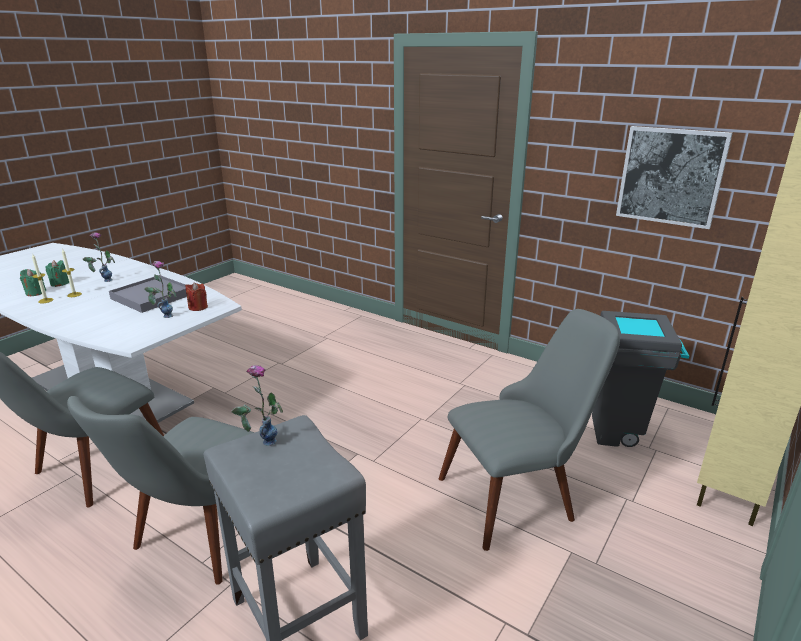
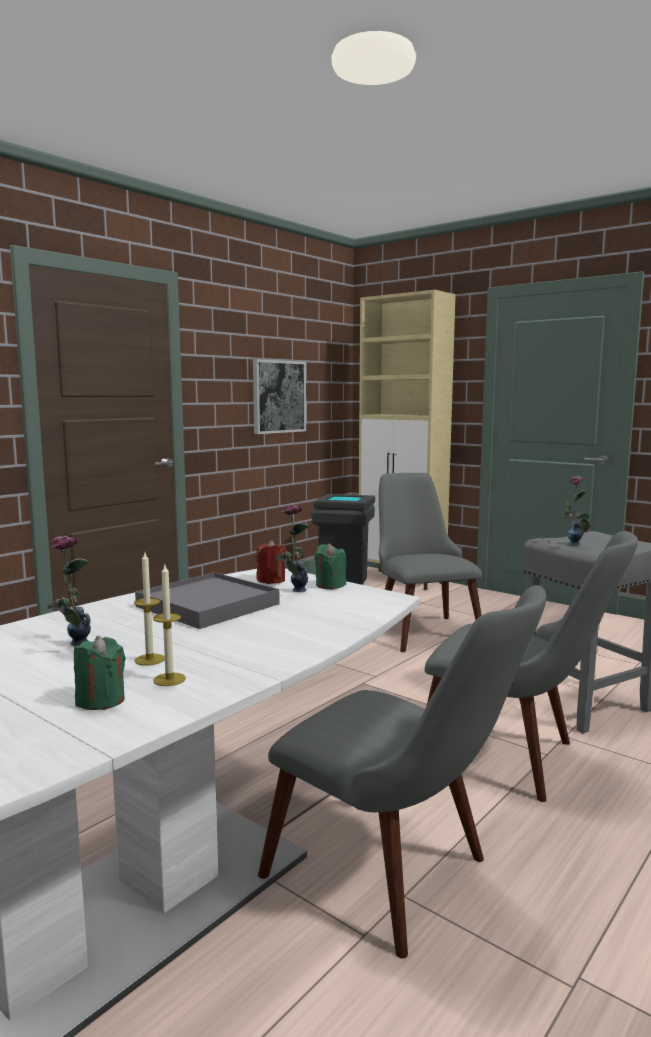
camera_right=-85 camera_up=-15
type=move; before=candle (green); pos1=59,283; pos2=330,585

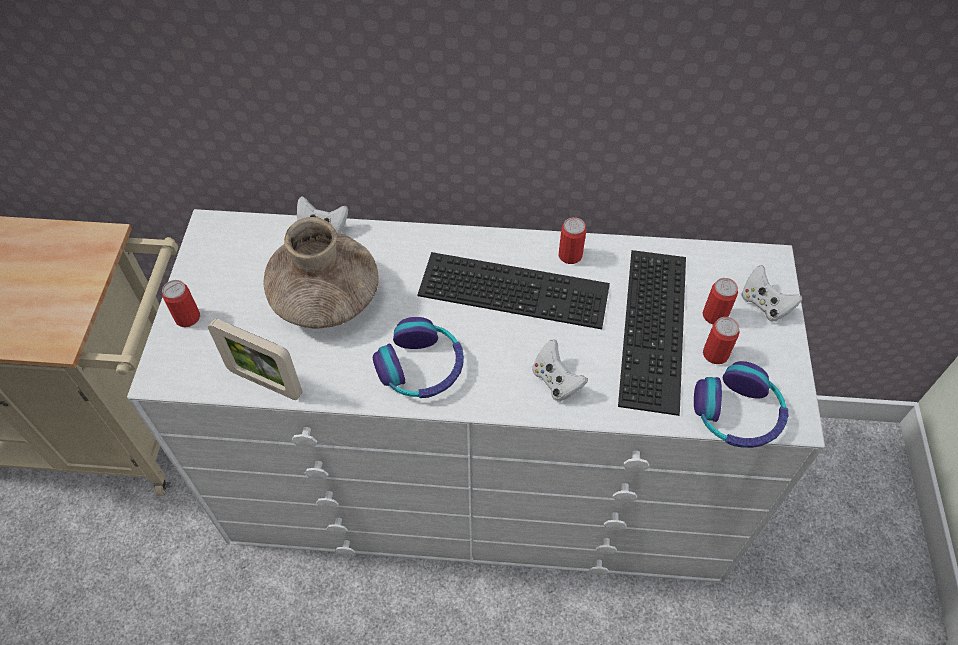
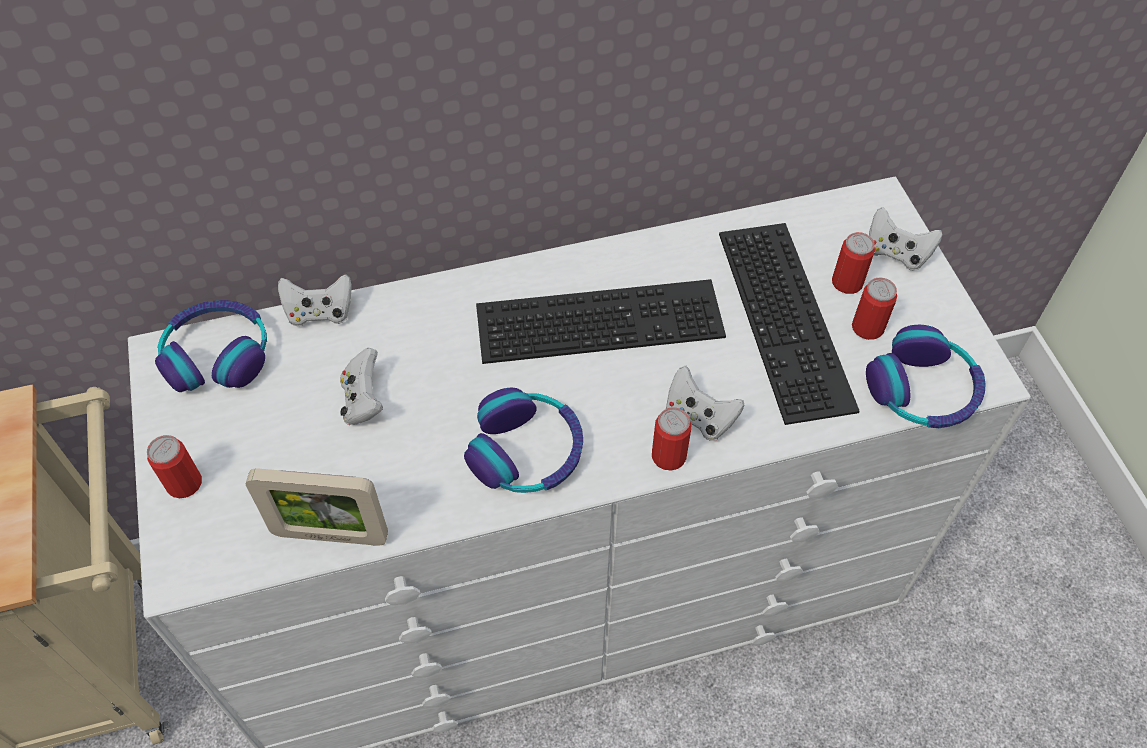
camera_right=-20 camera_up=0
type=replace; before=vase (brown); after=game controller (white); pos1=326,298; pos2=363,401
type=move; before=can; pos1=570,255; pos2=669,456
type=insert; after=headphones; pos2=217,355

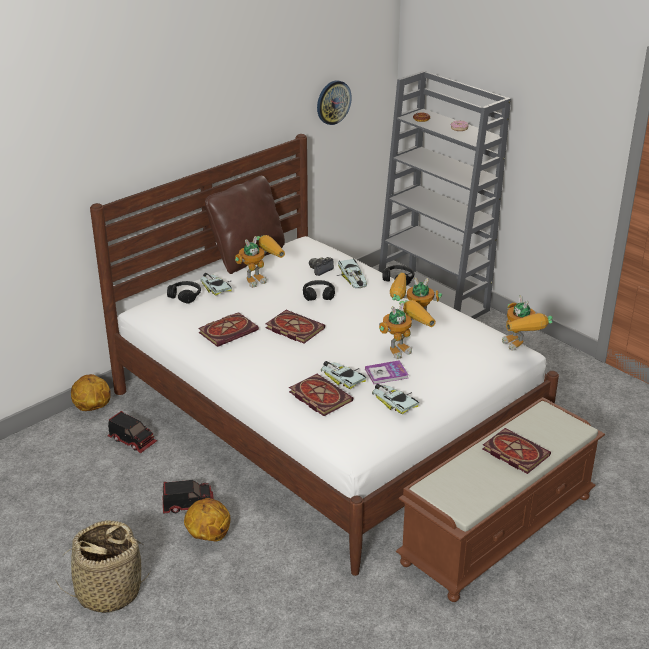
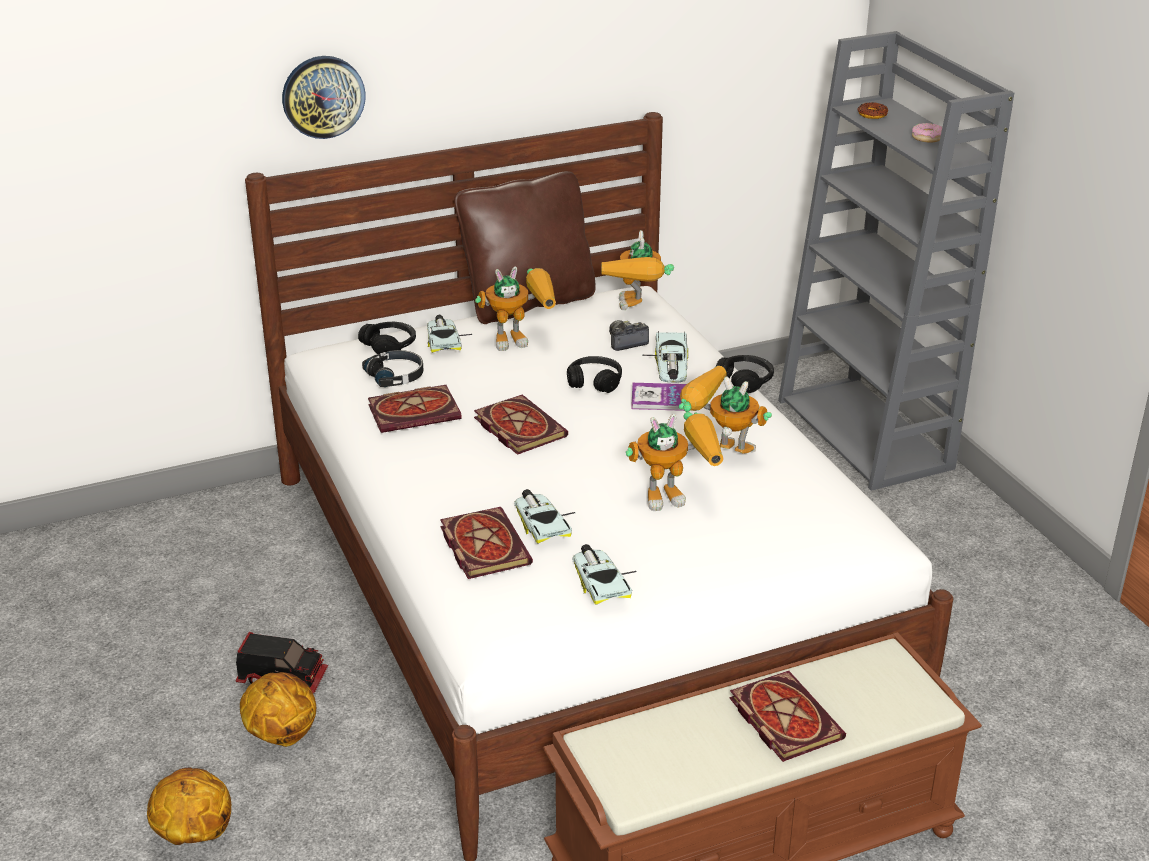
camera_right=20 camera_up=0
type=delete; before=basket; pos1=108,591
type=move; before=basketball; pos1=92,408; pos2=193,835
type=delete; before=toy truck; pos1=132,440
type=move; before=wall clock; pos1=333,102; pos2=323,96
type=move; before=book; pos1=386,373; pos2=660,399
type=move; before=toy robot; pos1=521,348; pos2=637,309
type=insert; after=headphones (black); pos2=396,375

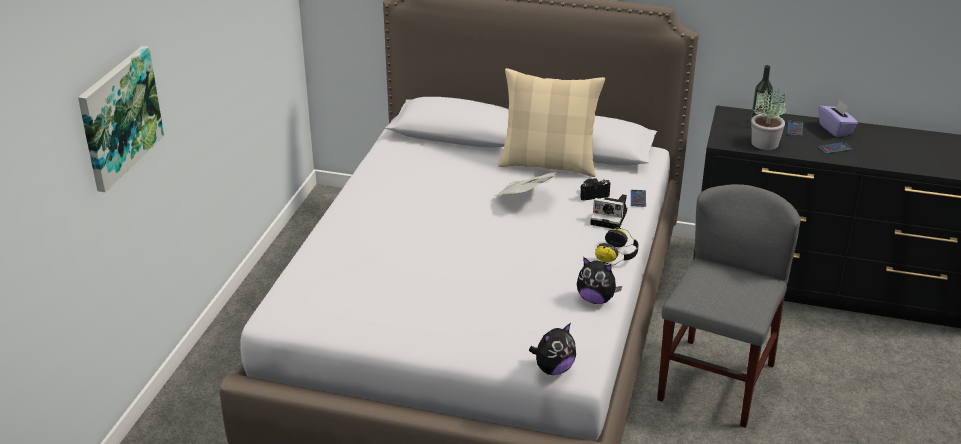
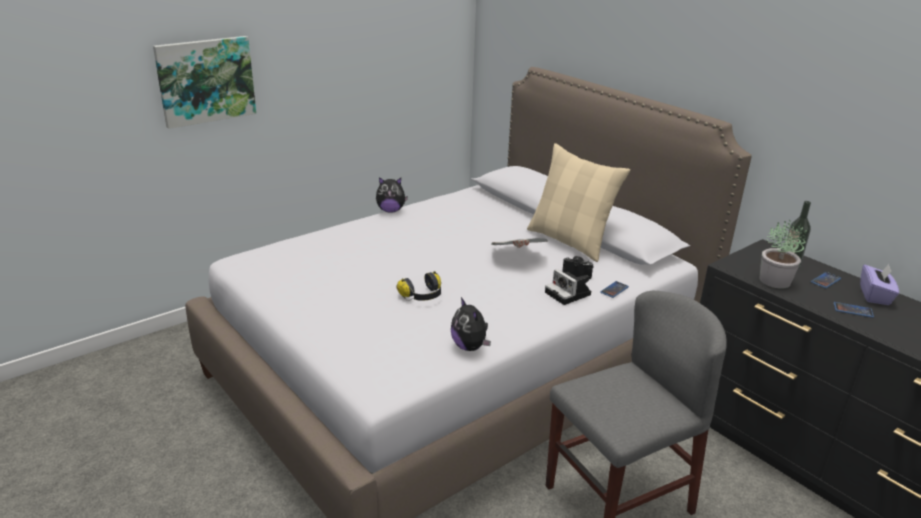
camera_right=35 camera_up=-5
type=move; before=plush toy; pos1=553,369; pos2=391,210
type=move; before=headphones; pos1=618,255; pos2=422,296

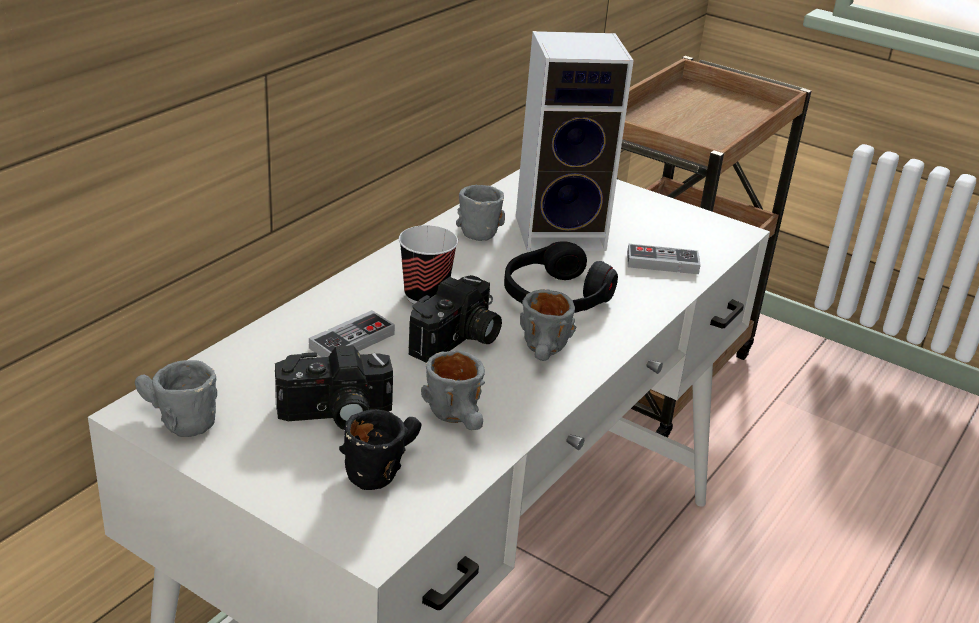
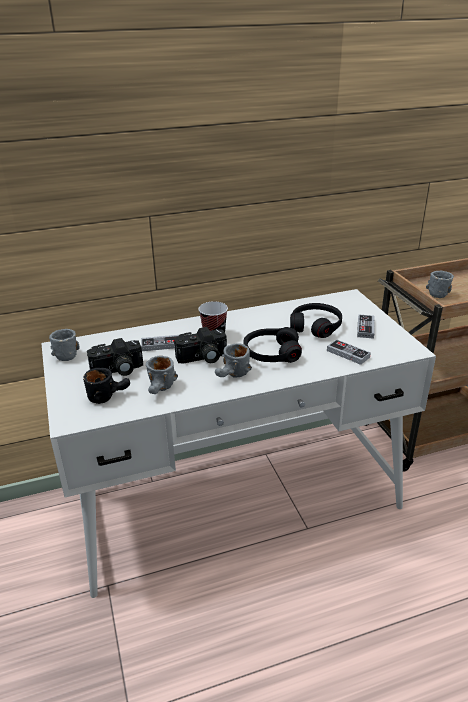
camera_right=40 camera_up=0
type=rotate; before=photo camera; pos1=335,415; pos2=117,370; turn=-45
type=move; before=mug (grey); pos1=474,227; pos2=438,292
type=replace; before=speaker; after=headphones (black); pos1=563,232; pos2=315,326
type=insert; after=game controller; pos2=365,328

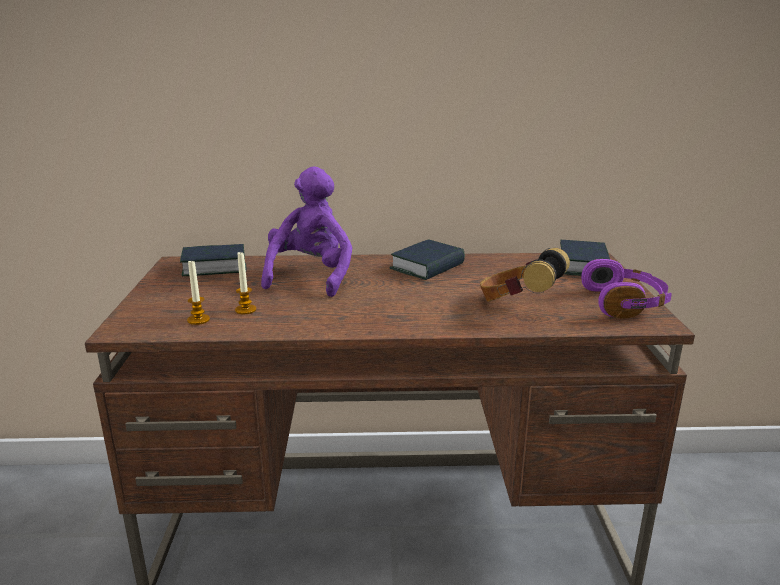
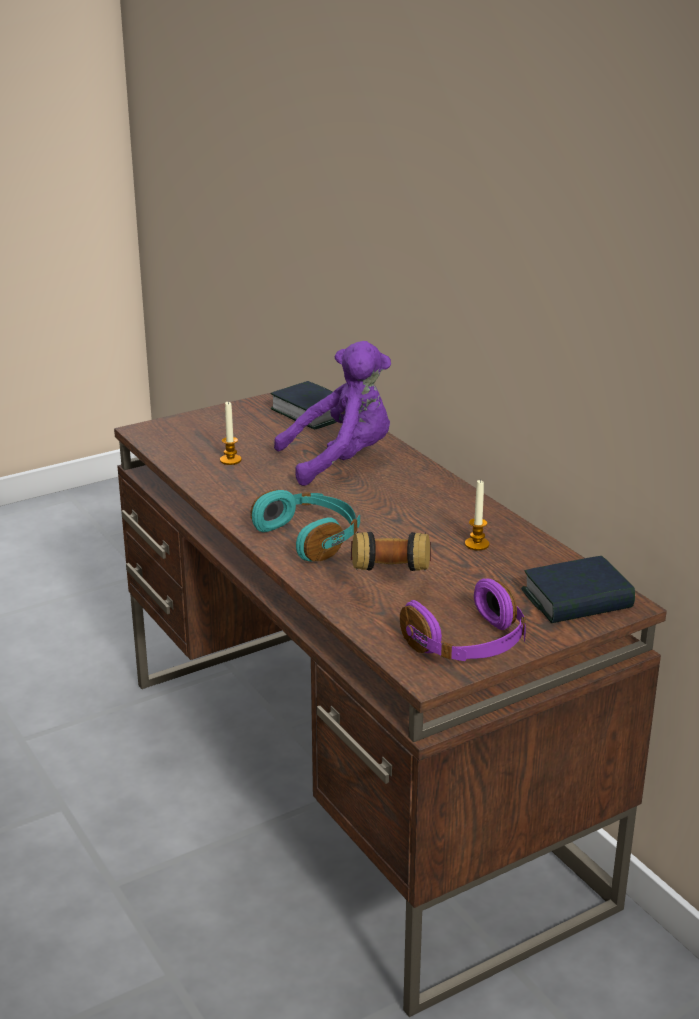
camera_right=60 camera_up=5
type=move; before=candle; pos1=198,320; pos2=477,544
type=delete; before=book; pos1=427,267
type=insert; after=headphones (turquoise); pos2=310,538

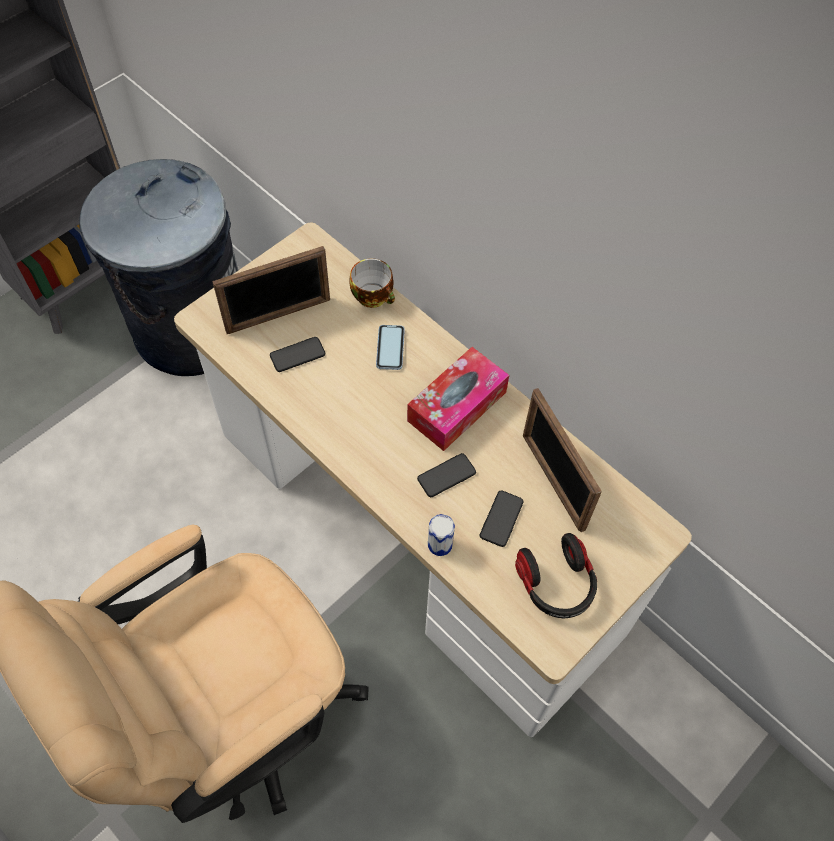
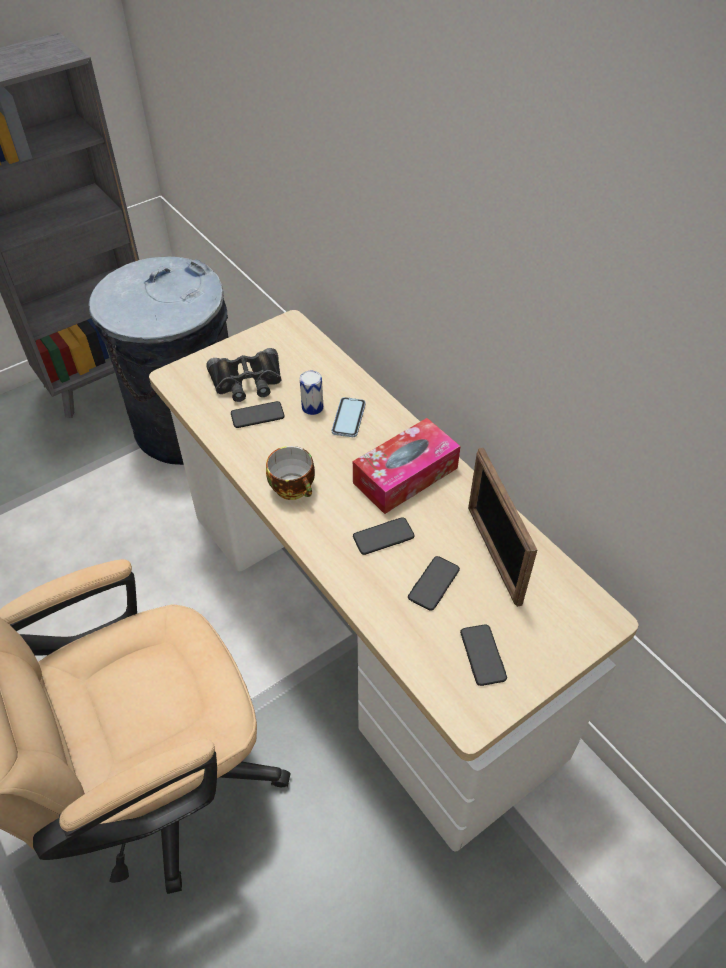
camera_right=10 camera_up=-10
type=replace; before=picture frame; after=binoculars (black); pos1=278,316; pos2=247,381
type=move; before=cup; pos1=374,296; pos2=294,488
type=move; before=can; pos1=440,544; pos2=312,407
type=replace; before=headphones; after=phone; pos1=556,585; pos2=482,655

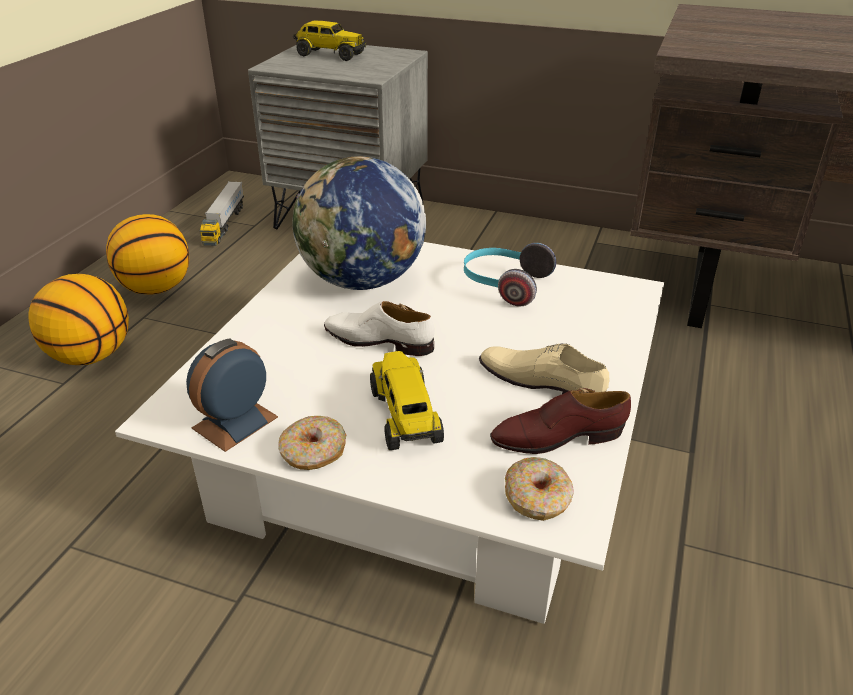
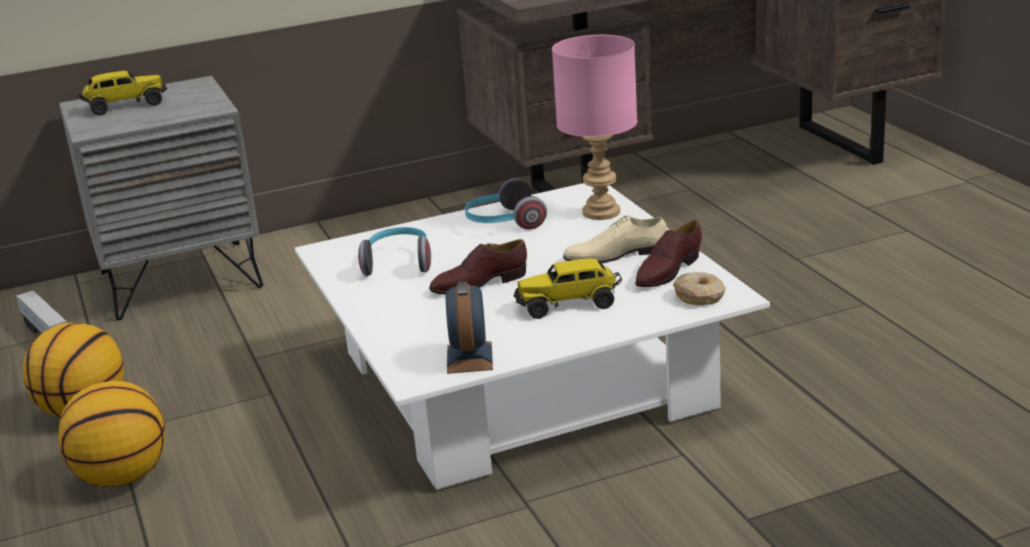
camera_right=-40 camera_up=-10
type=delete; before=donut; pos1=313,452
type=replace; before=globe; after=headphones; pos1=362,281; pos2=399,263
type=recolor; before=shoe (white); after=shoe (brown); pos1=379,341; pos2=479,284
type=rotate; before=toy truck; pos1=405,416; pos2=568,304; turn=-45
type=insert; after=table lamp (pink); pos2=599,212

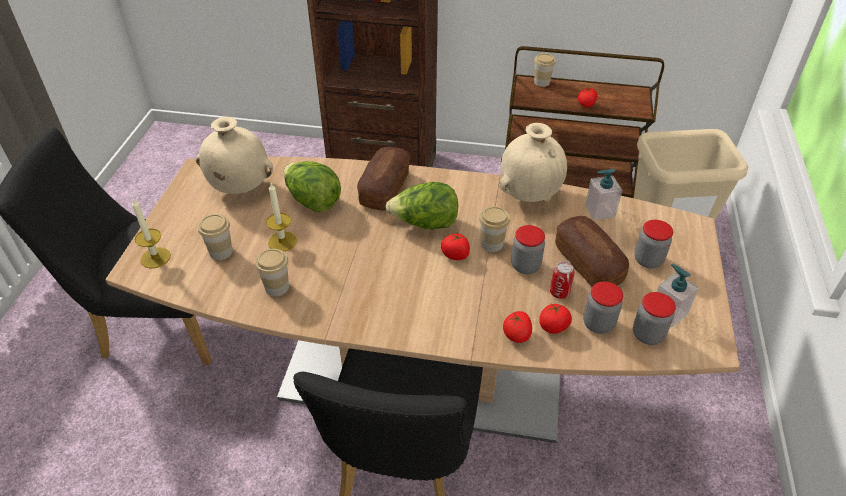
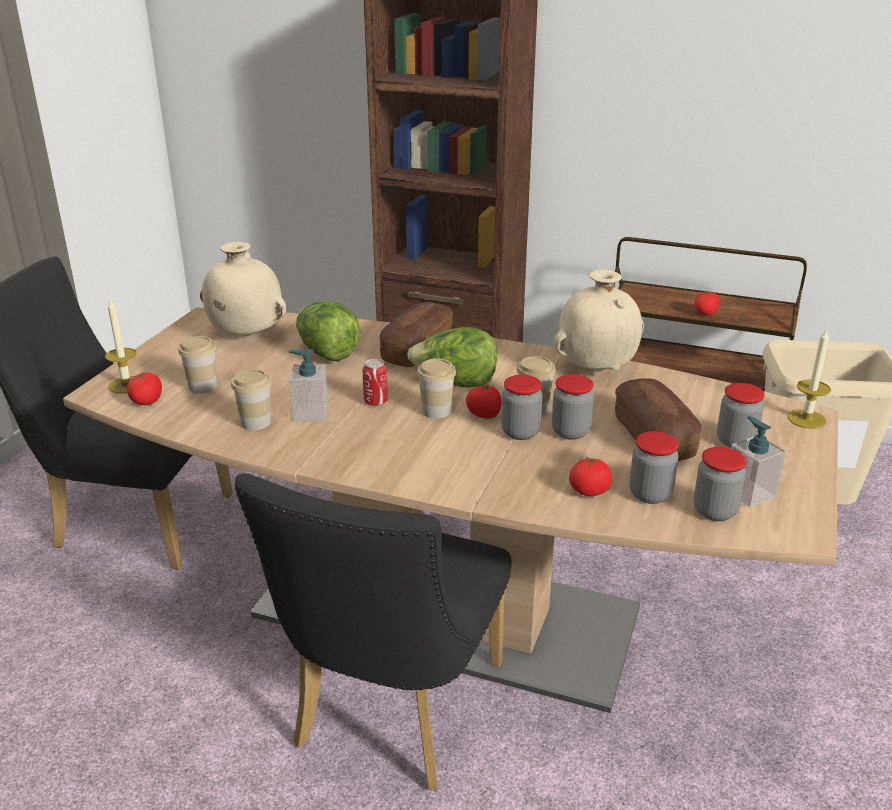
camera_right=10 camera_up=-15
type=move; before=candle; pos1=282,241; pos2=806,419
type=move; before=tomato; pos1=516,335; pos2=147,401
type=move; before=cup; pos1=541,82; pos2=436,411
type=move; before=can; pos1=559,292; pos2=375,401
type=move; before=soap dispenser; pos1=599,211; pos2=310,413
type=insert; after=jar; pos2=520,432

